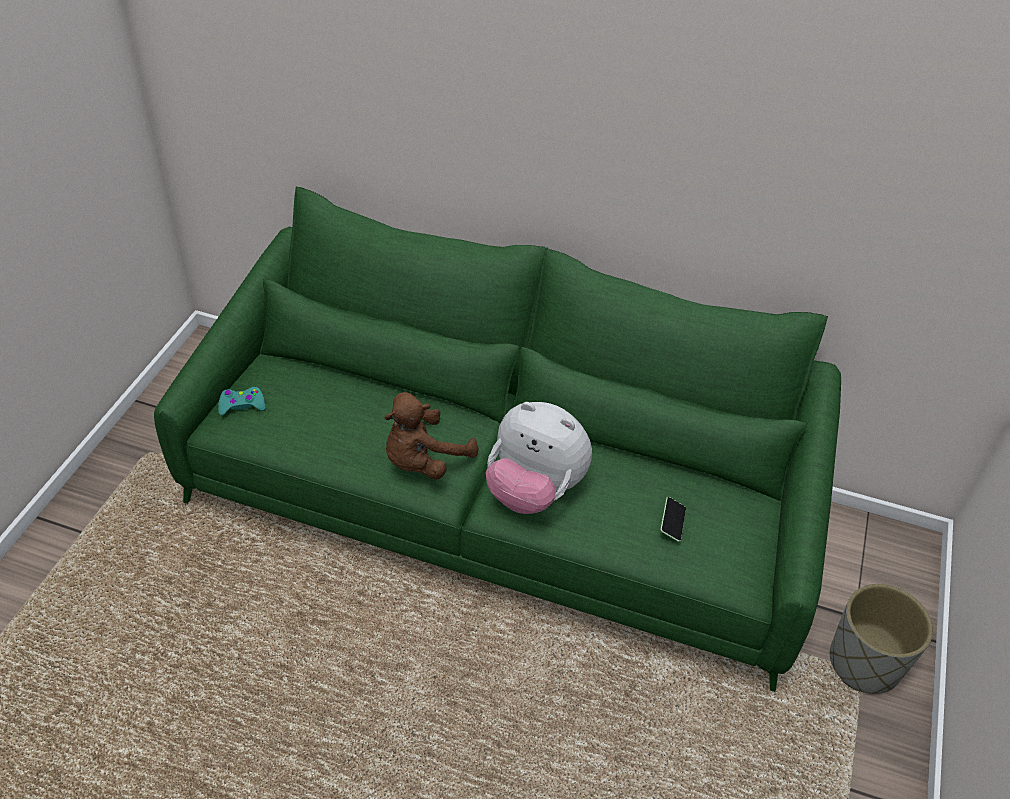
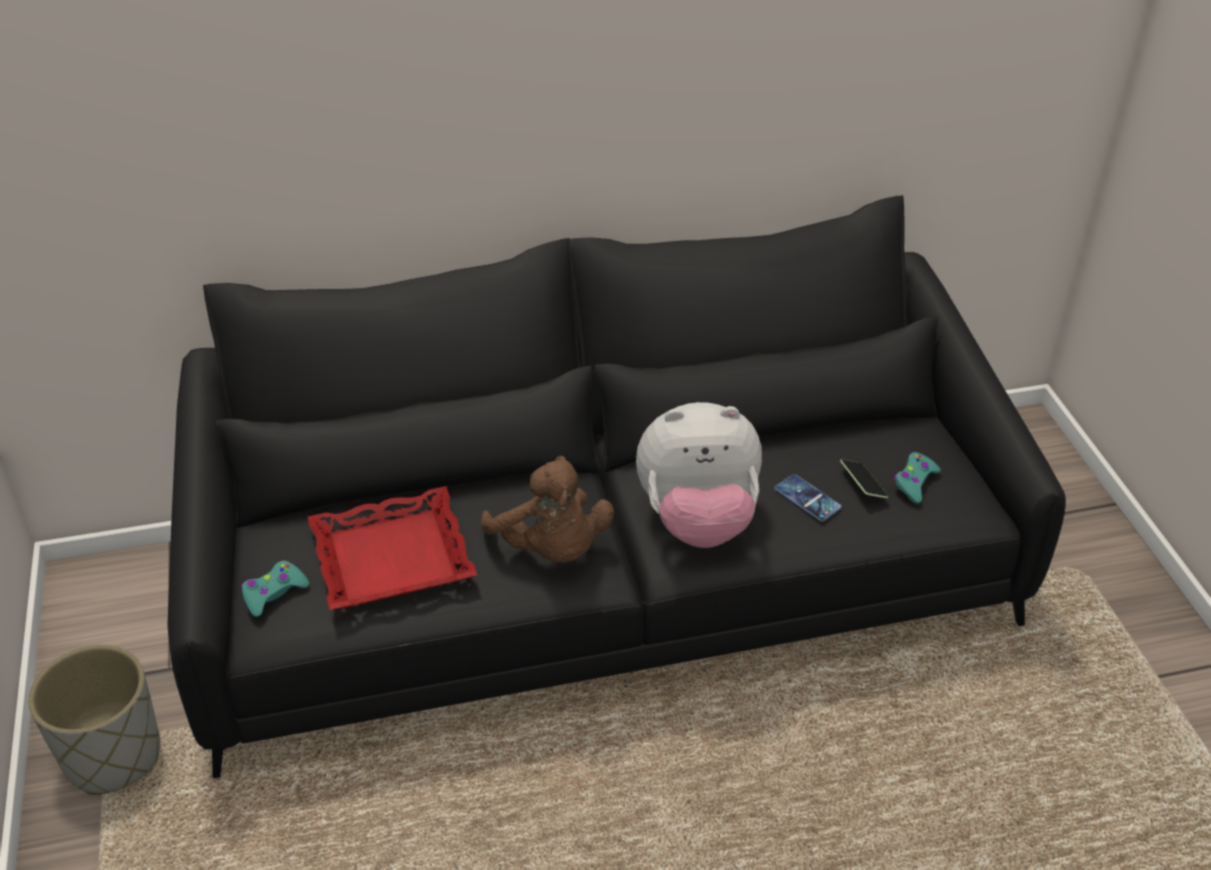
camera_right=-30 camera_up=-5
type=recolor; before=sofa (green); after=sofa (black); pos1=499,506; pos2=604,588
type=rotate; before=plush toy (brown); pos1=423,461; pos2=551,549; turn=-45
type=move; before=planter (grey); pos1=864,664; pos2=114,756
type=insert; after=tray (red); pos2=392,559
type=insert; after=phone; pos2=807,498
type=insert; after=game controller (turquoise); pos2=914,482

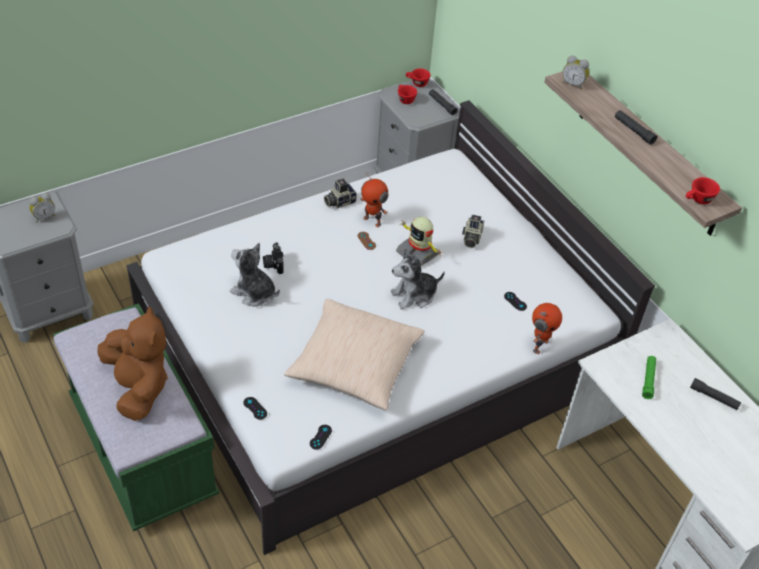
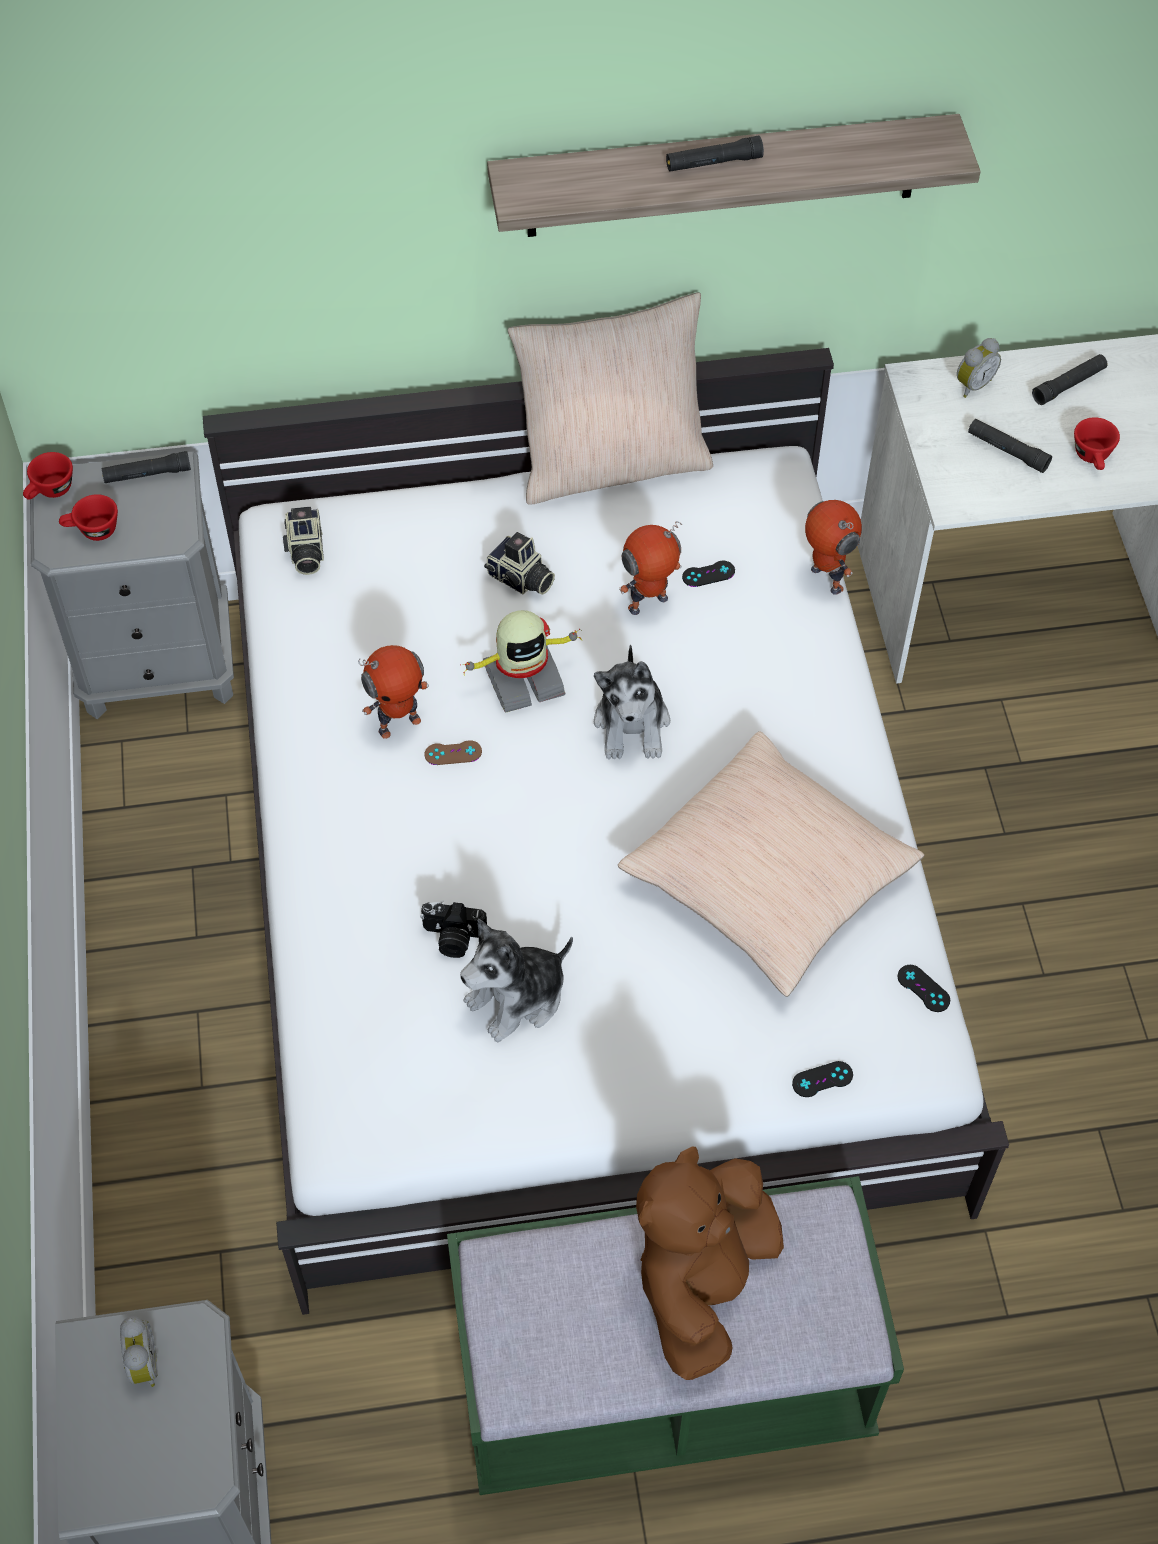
camera_right=-65 camera_up=10
type=rotate; before=plush toy (brown); pos1=138,387; pos2=702,1281; turn=-60
type=move; before=photo camera; pos1=339,201; pos2=305,552
type=move; before=alarm clock; pos1=573,84; pos2=972,385
type=recolor; before=flashlight (green); after=flashlight (black); pos1=648,380; pos2=1007,451
type=move; before=cup (red); pos1=698,200; pos2=1093,458
type=insert; after=pillow (beige); pos2=612,463
type=insert; after=toy robot; pos2=649,605

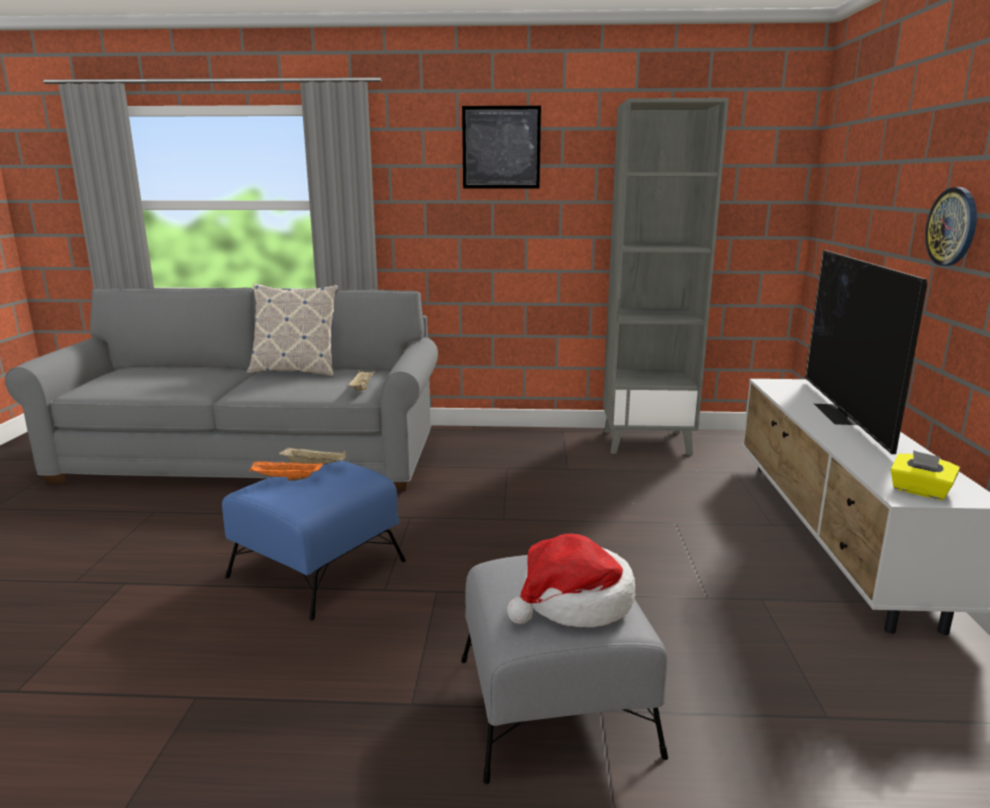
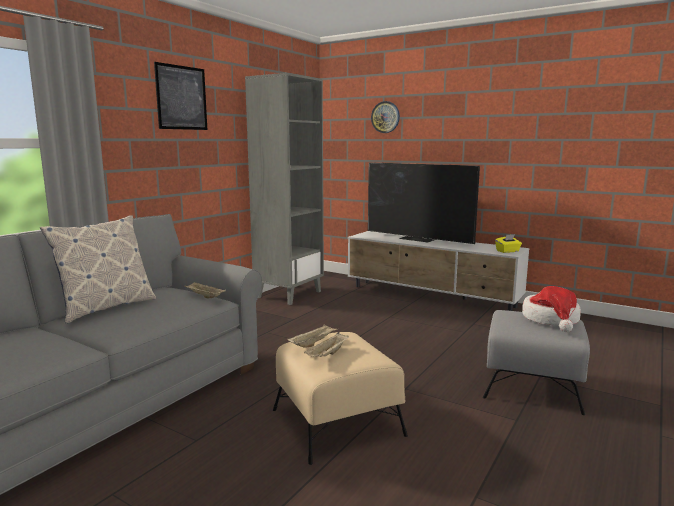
camera_right=-60 camera_up=-5
type=recolor; before=ottoman (blue); after=ottoman (beige); pos1=318,568; pos2=337,421
type=recolor; before=tray (orange); after=tray (beige); pos1=285,479; pos2=328,355
type=move; before=wall clock; pos1=952,227; pos2=385,117

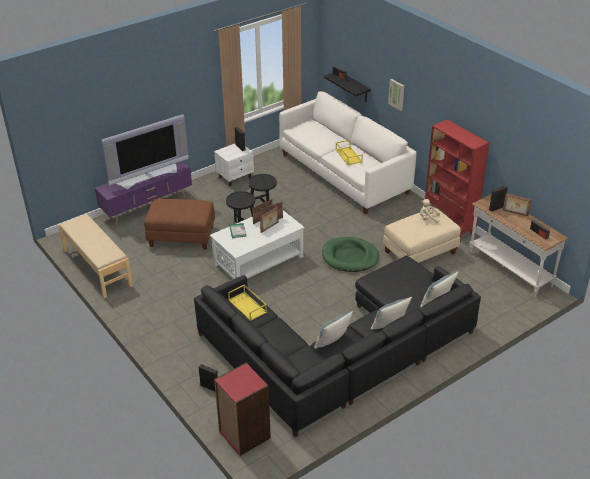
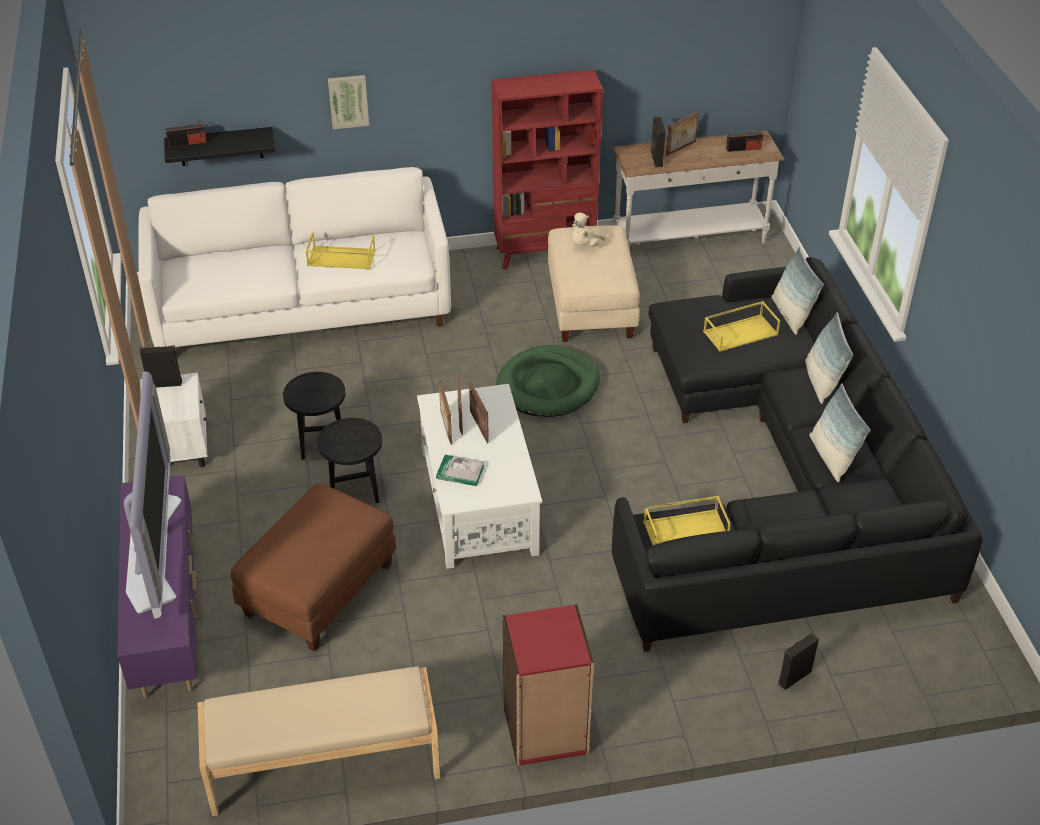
camera_right=-65 camera_up=5
type=move; before=bookcase (red); pos1=244,435; pos2=545,731
type=insert; after=tray (yellow); pos2=740,332

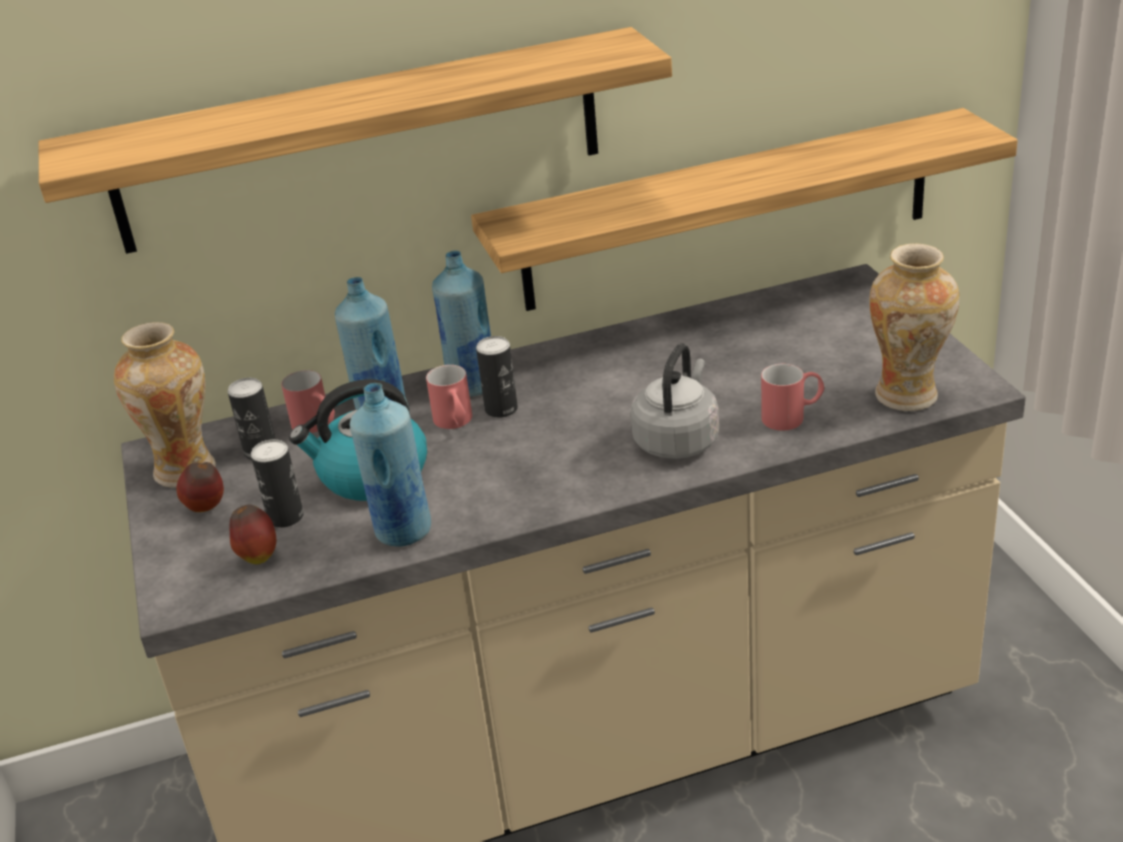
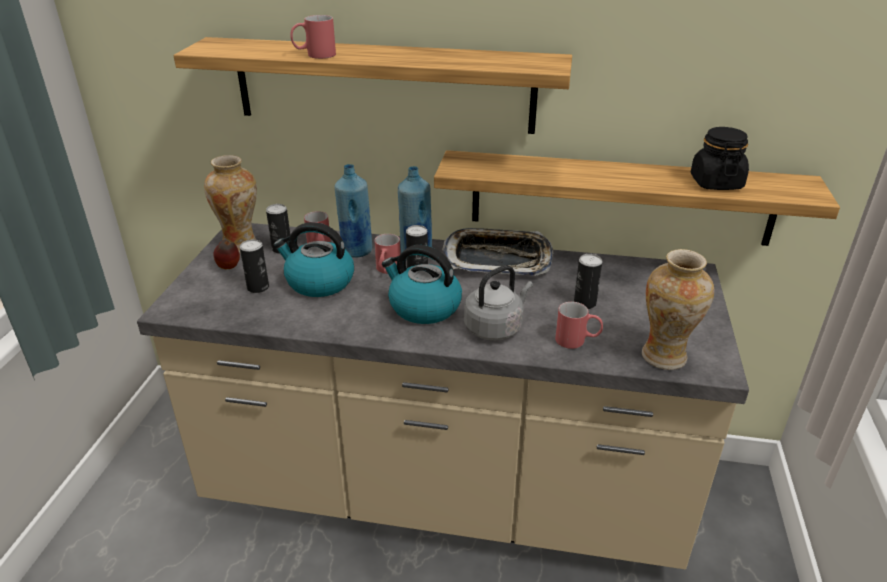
camera_right=25 camera_up=0
type=delete; before=apple; pos1=258,557
type=delete; before=bottle (blue); pos1=402,531
type=insert; after=mug (red); pos2=314,55
type=insert; after=kettle; pos2=423,307
type=insert; after=tray; pos2=498,259
type=insert; after=can; pos2=584,303
type=insert; after=jar (black); pos2=715,183

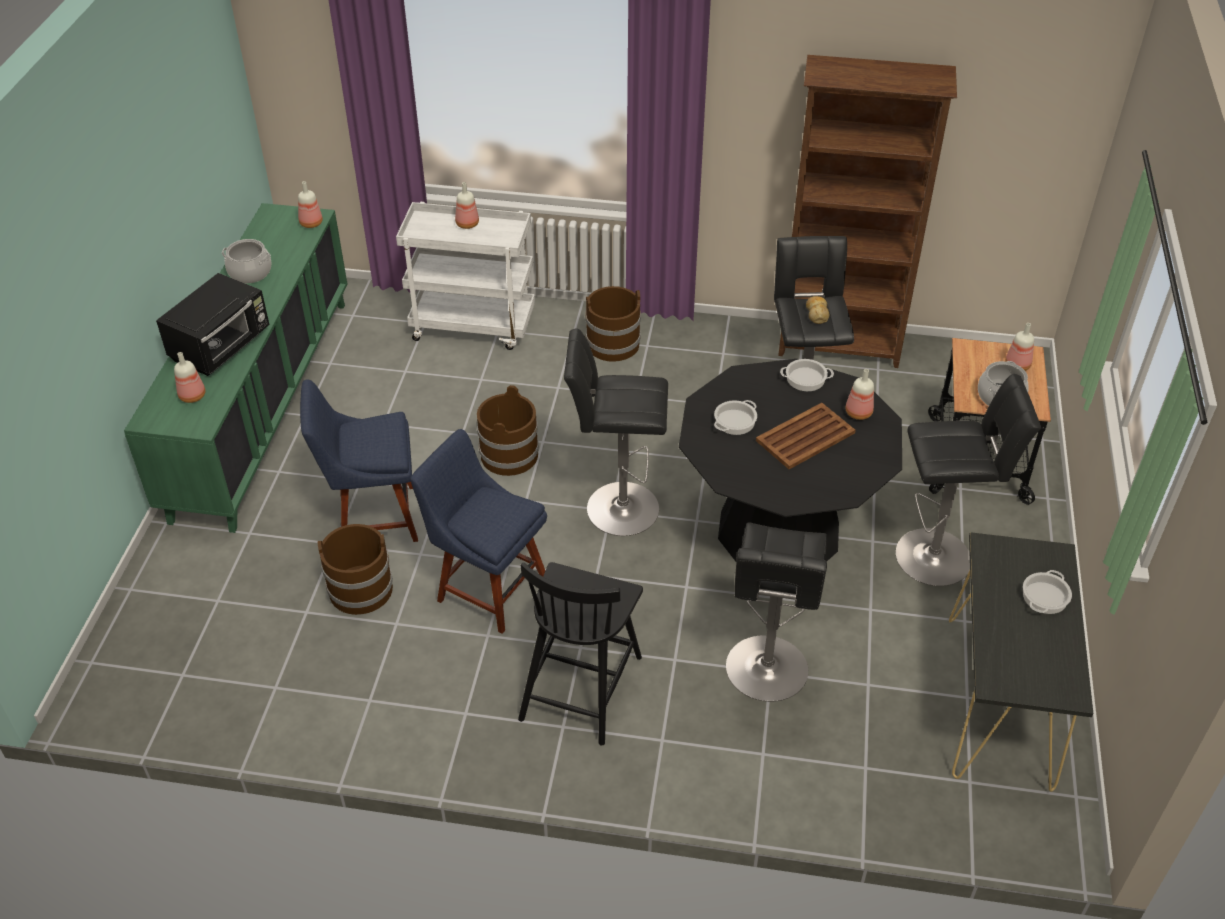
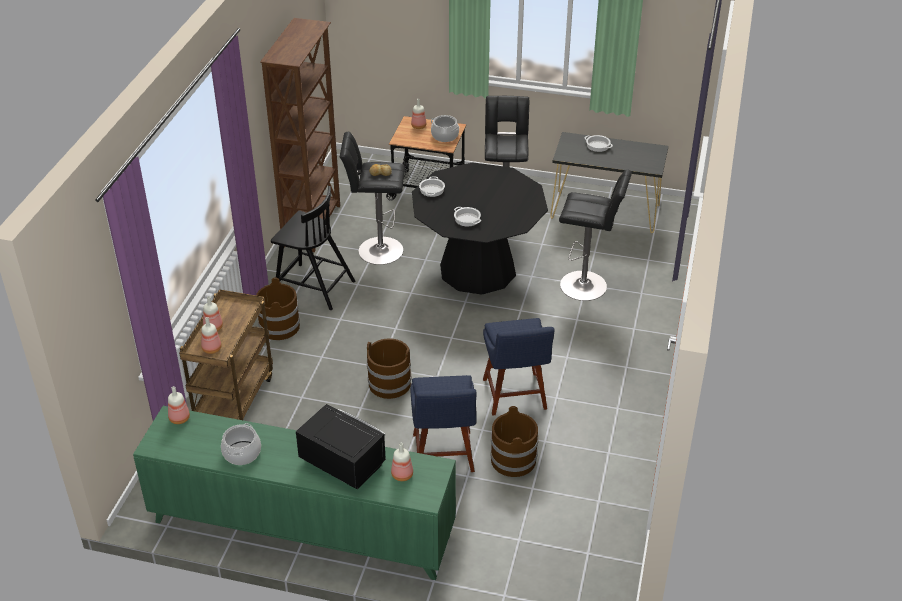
camera_right=-85 camera_up=-5
type=recolor; before=cart (white); after=cart (brown); pos1=474,326; pos2=234,400
type=rotate; before=chair (blue); pos1=488,587; pos2=515,396; turn=-45
type=move; before=chair (black); pos1=581,685; pos2=313,287
type=delete; before=stool (black); pos1=617,508
type=delete; before=tray (brown); pos1=804,437
type=move; before=bottle; pos1=857,413; pos2=212,349

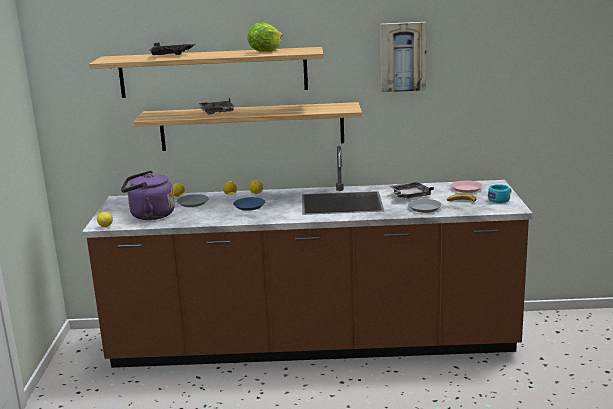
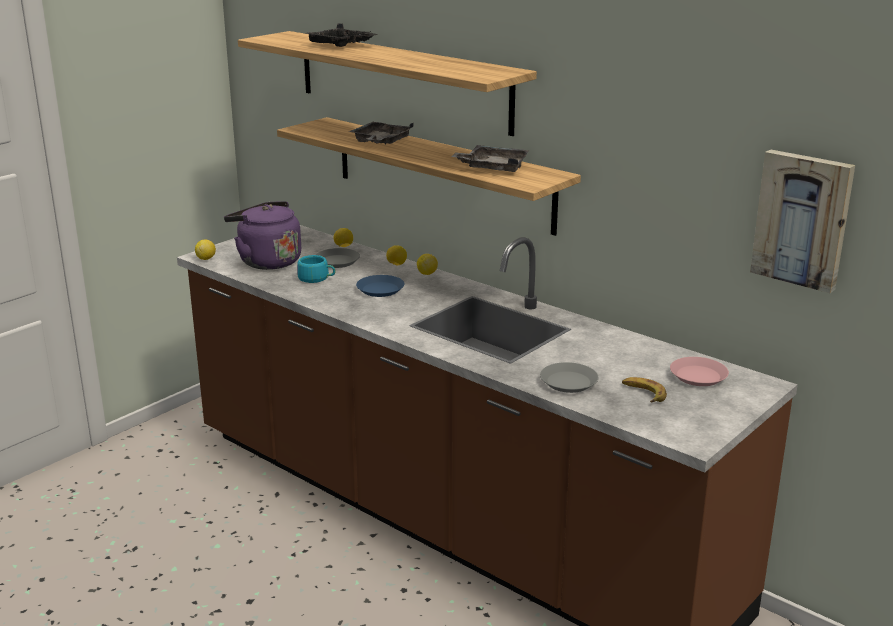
camera_right=40 camera_up=5
type=delete; before=lettuce; pos1=265,51
type=move; before=picture; pos1=402,56; pos2=803,219
type=move; before=tray (grey); pos1=409,196; pos2=493,167
type=move; before=cup (turquoise); pos1=500,200; pos2=317,278

